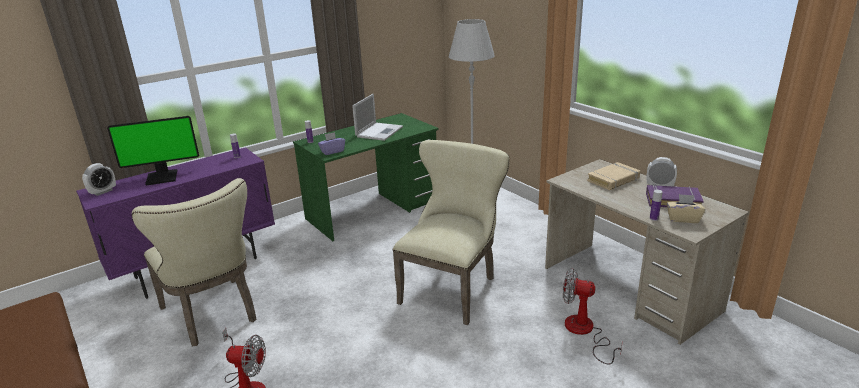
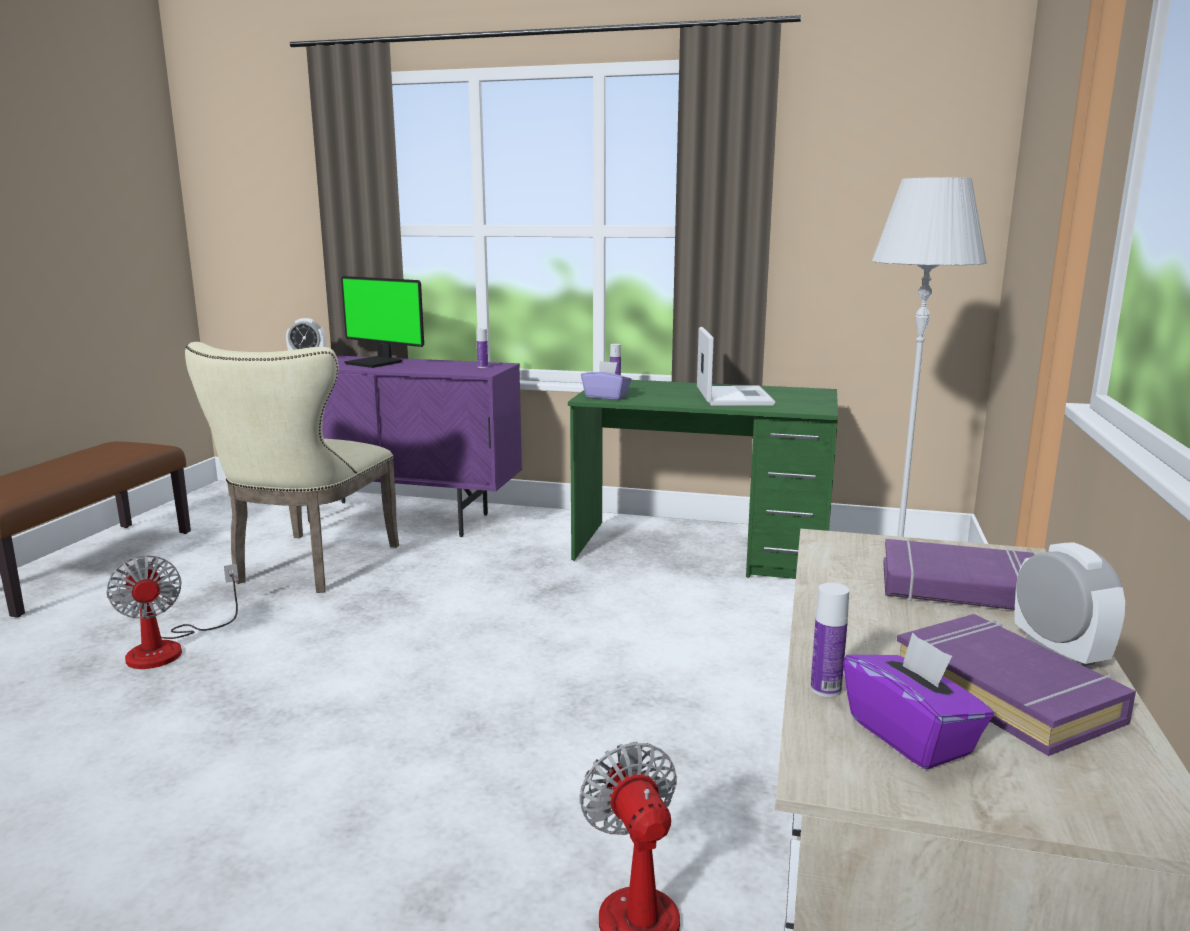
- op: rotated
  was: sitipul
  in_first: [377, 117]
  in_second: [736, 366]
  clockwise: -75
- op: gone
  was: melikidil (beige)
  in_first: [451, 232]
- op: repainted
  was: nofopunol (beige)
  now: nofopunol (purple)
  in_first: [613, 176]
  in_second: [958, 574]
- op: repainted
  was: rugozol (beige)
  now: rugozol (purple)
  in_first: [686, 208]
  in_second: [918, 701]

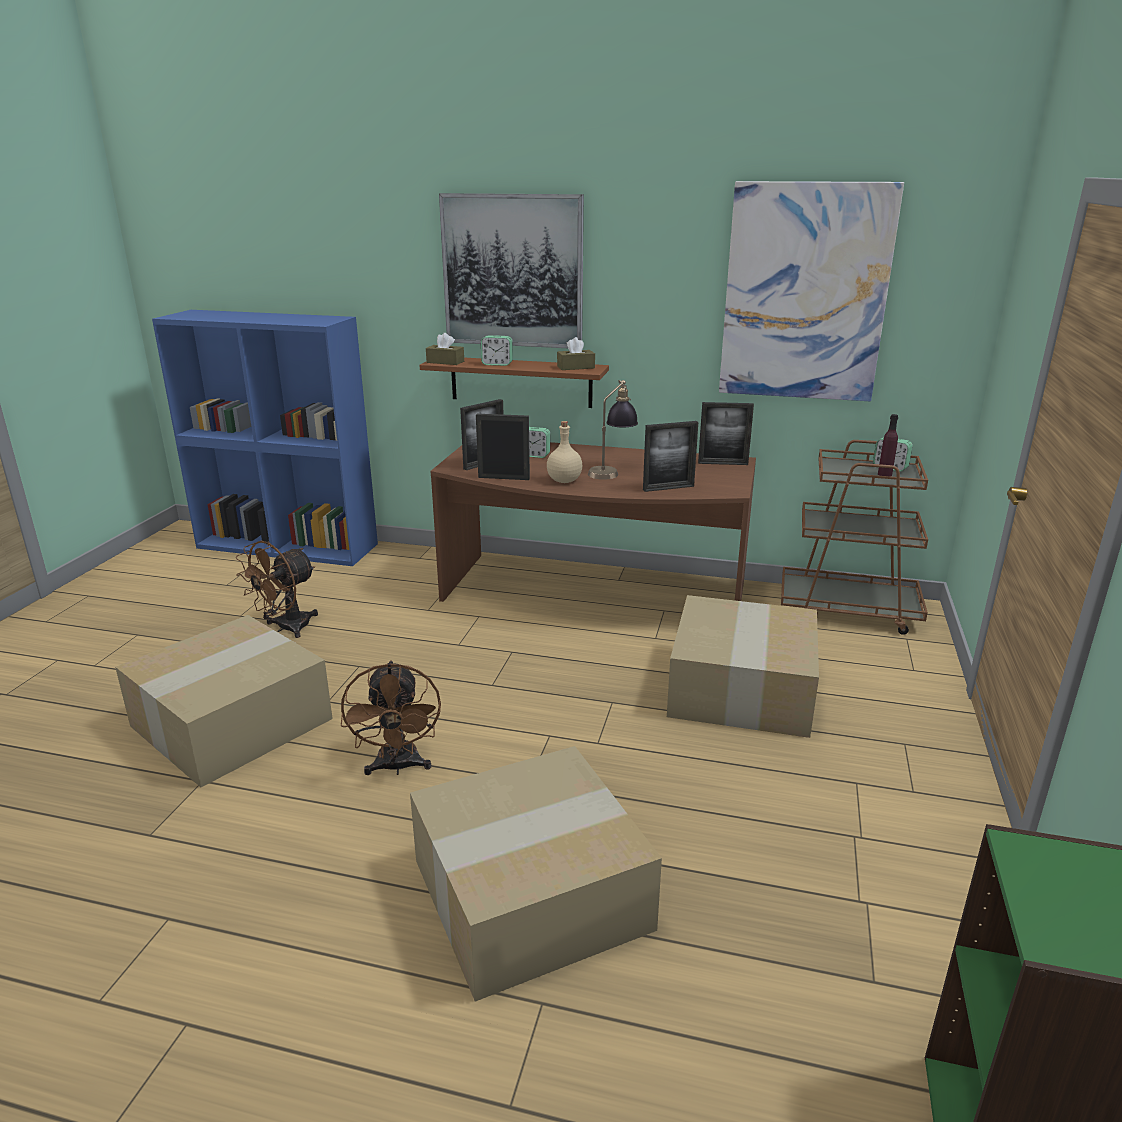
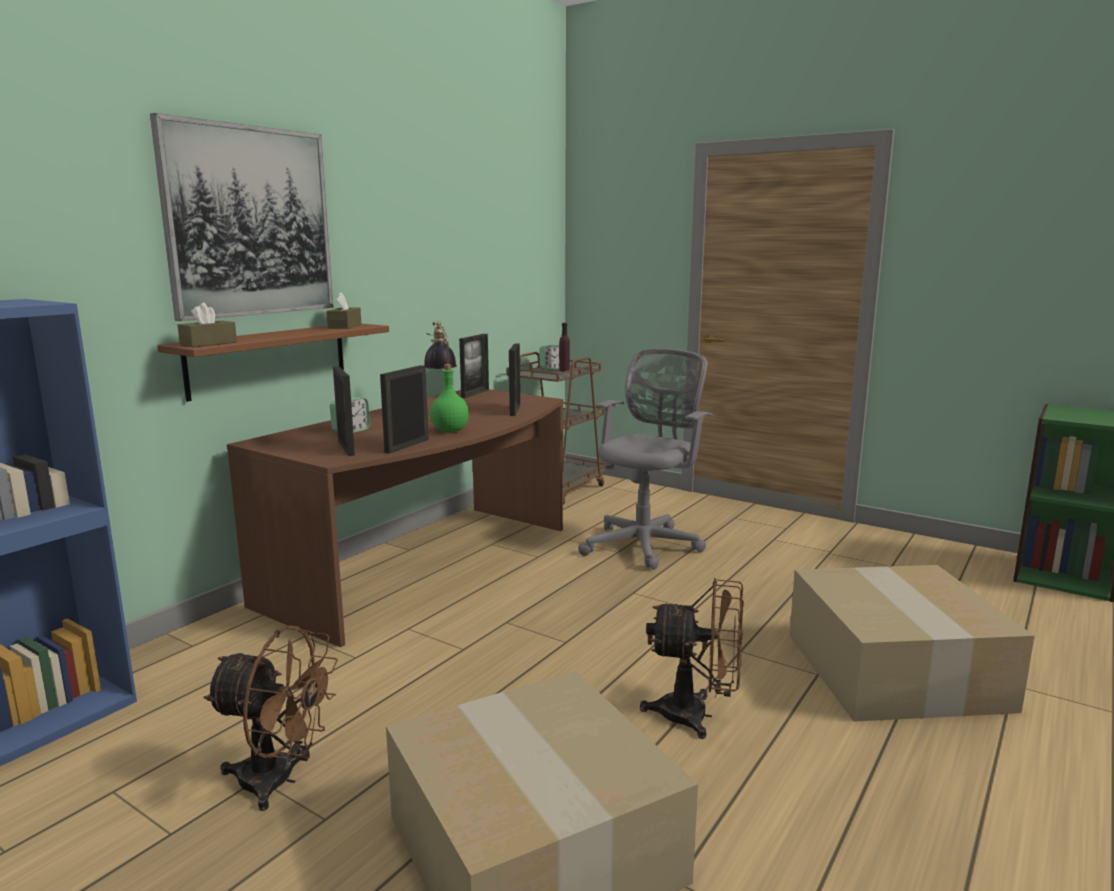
- op: rotated
  was: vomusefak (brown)
  in_first: [277, 589]
  in_second: [270, 718]
  clockwise: -45
- op: gone
  was: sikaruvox
  in_first: [497, 350]
- op: repainted
  was: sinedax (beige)
  now: sinedax (green)
  in_first: [564, 452]
  in_second: [449, 398]
- op: swapped
  was: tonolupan
  now: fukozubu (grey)
  in_first: [743, 666]
  in_second: [645, 459]
- op: gone
  was: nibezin
  in_first: [811, 291]

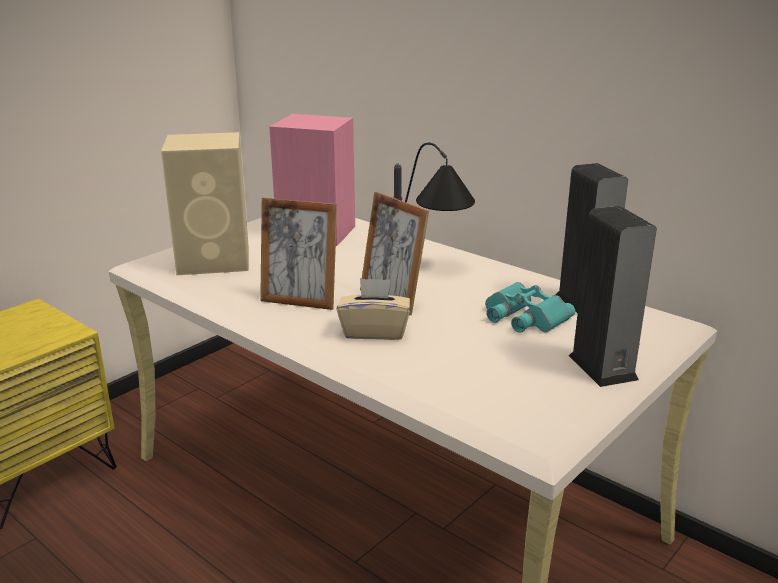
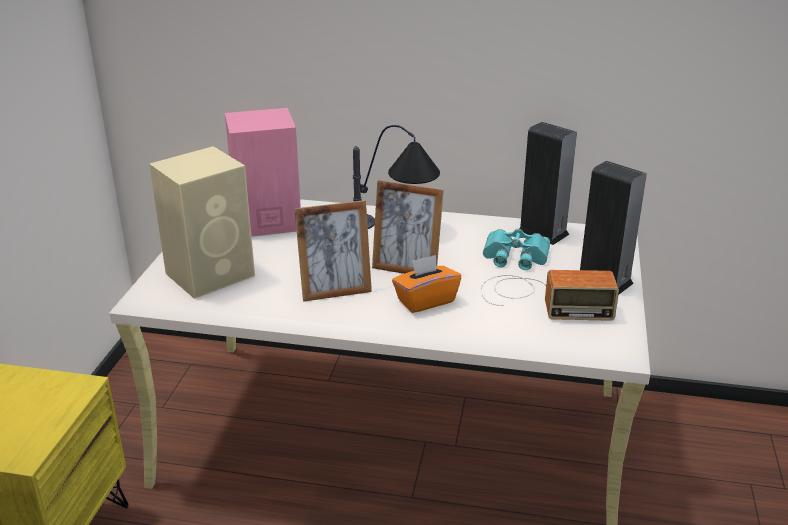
- op: repainted
  was: rugozol (beige)
  now: rugozol (orange)
  in_first: [373, 309]
  in_second: [426, 284]
- op: new
  now: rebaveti
  in_second: [550, 295]

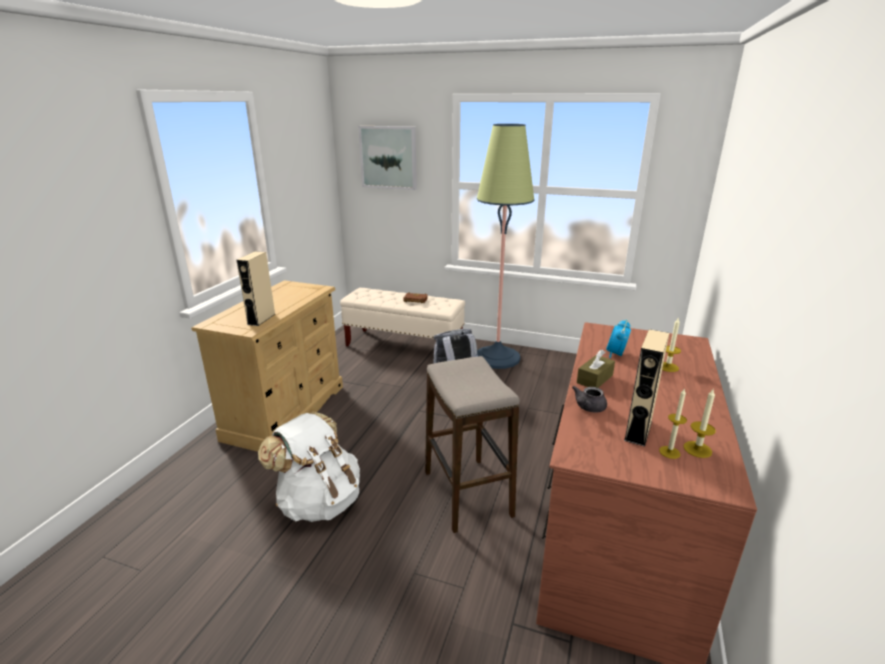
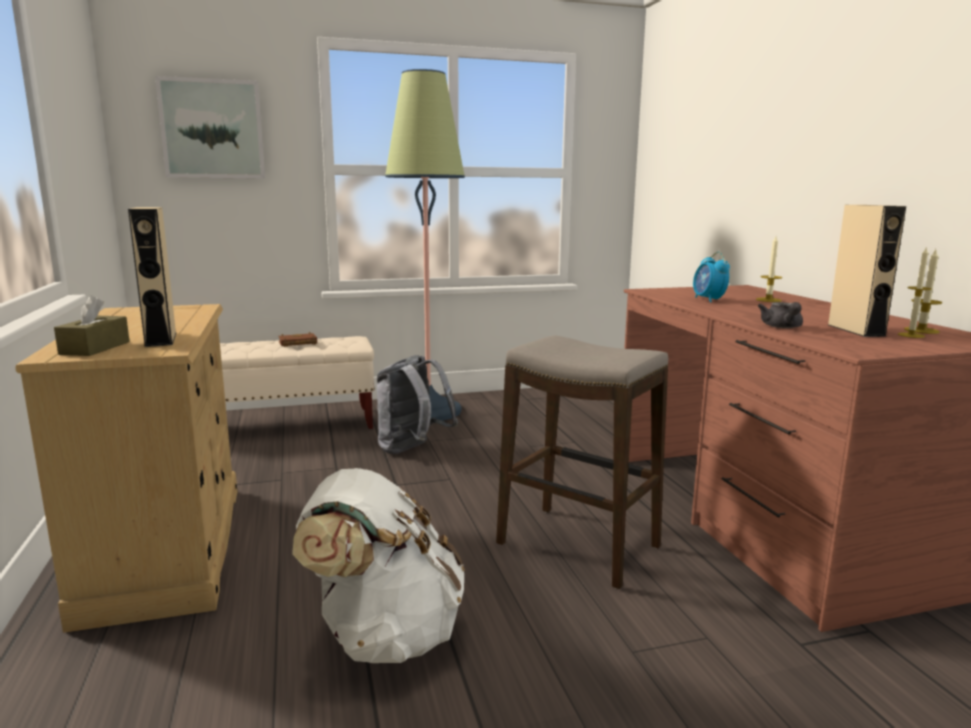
- op: shifted
  was: rugozol (brown)
  in_first: [596, 369]
  in_second: [92, 325]

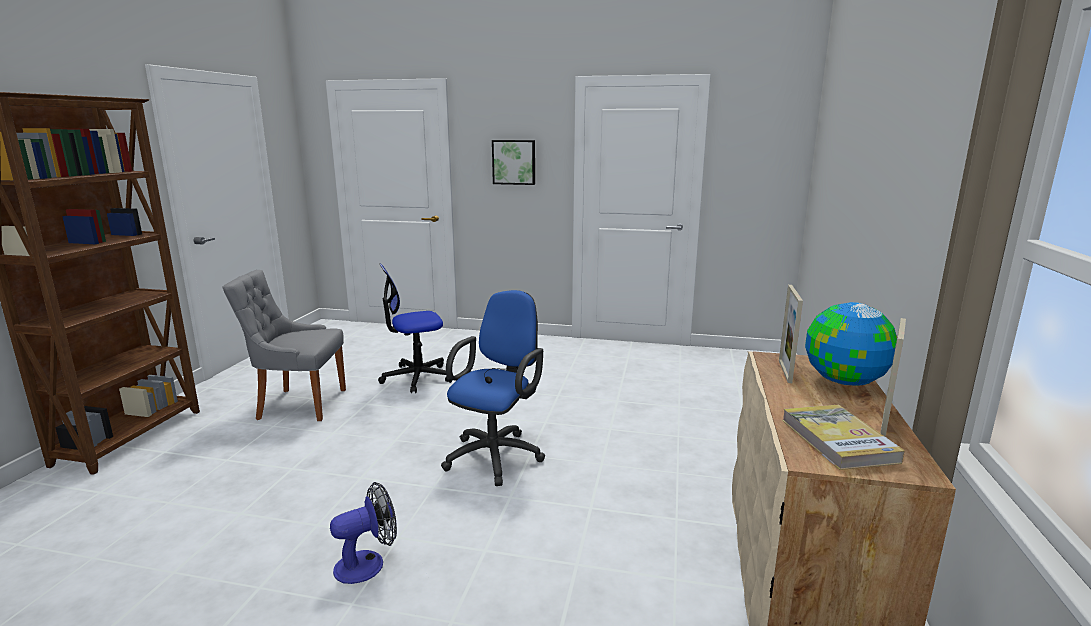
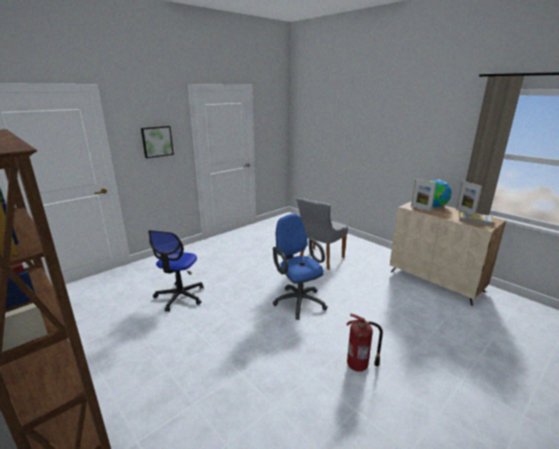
- op: shifted
  was: melikidil (grey)
  in_first: [284, 345]
  in_second: [322, 234]
- op: swapped
  was: vomusefak
  now: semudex
  in_first: [363, 533]
  in_second: [365, 343]

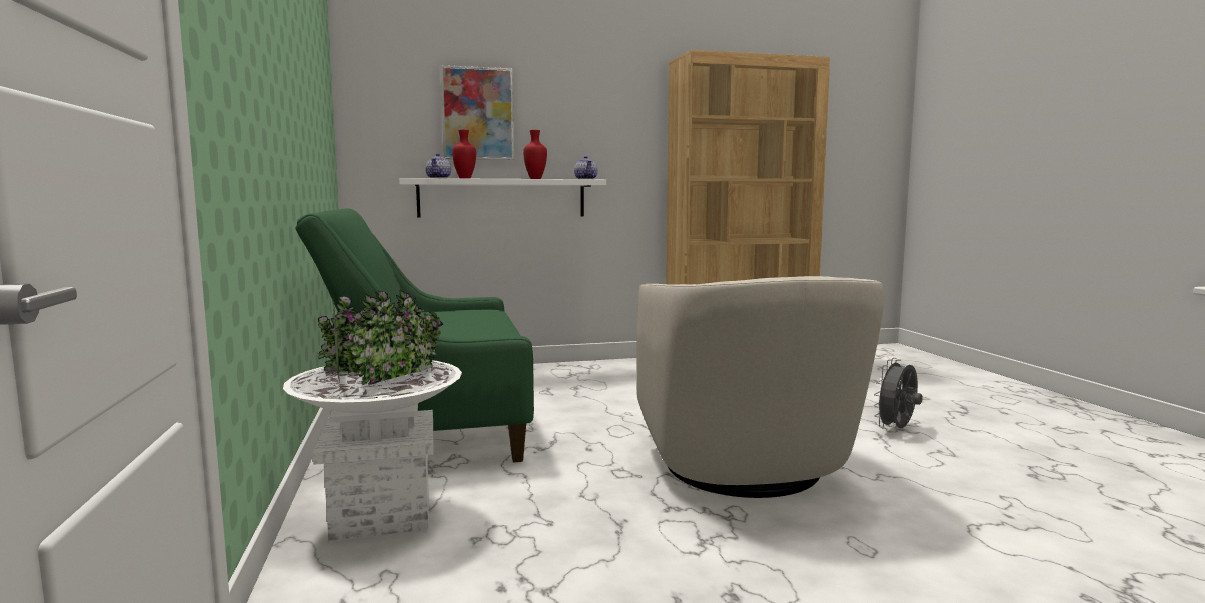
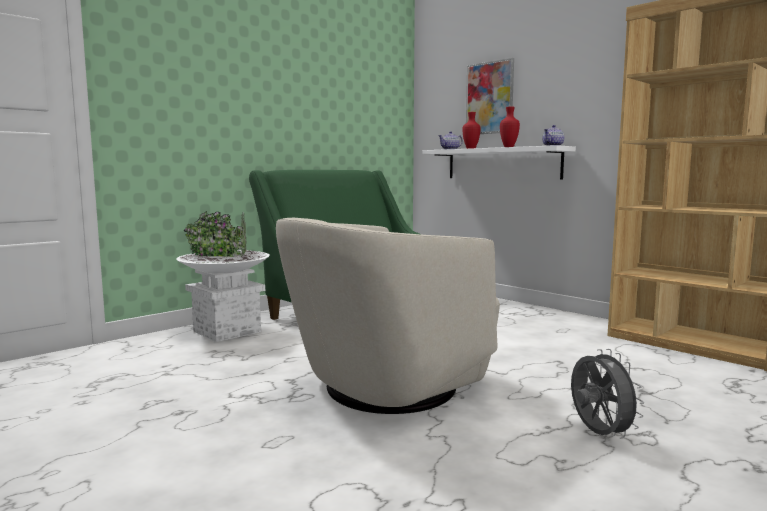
- op: rotated
  was: vomusefak (grey)
  in_first: [898, 394]
  in_second: [607, 394]
  clockwise: 60

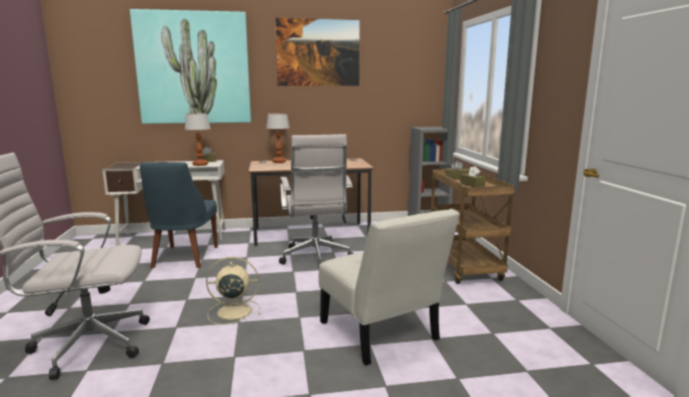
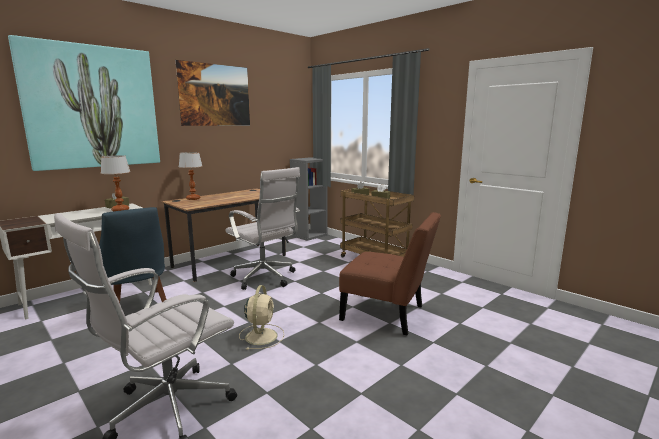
- op: rotated
  was: vomusefak (beige)
  in_first: [233, 291]
  in_second: [261, 317]
  clockwise: 135
- op: repainted
  was: melikidil (white)
  now: melikidil (brown)
  in_first: [389, 287]
  in_second: [390, 273]

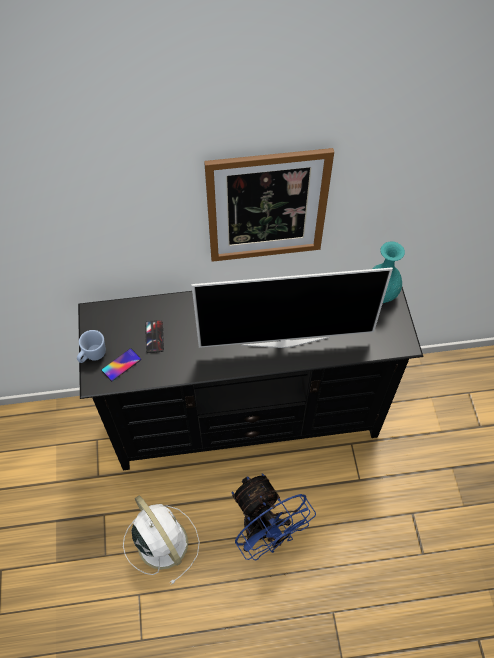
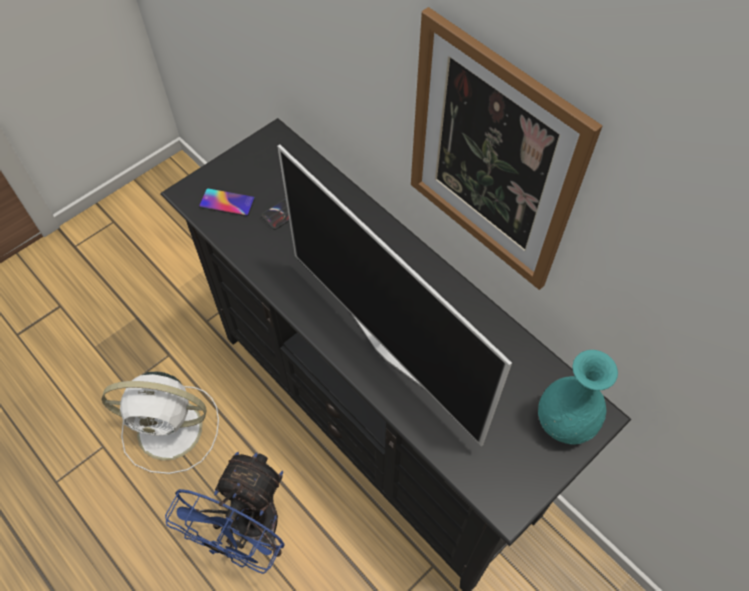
- op: gone
  was: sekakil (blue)
  in_first: [91, 346]
- op: rotated
  was: vomusefak (white)
  in_first: [161, 540]
  in_second: [160, 423]
  clockwise: 75

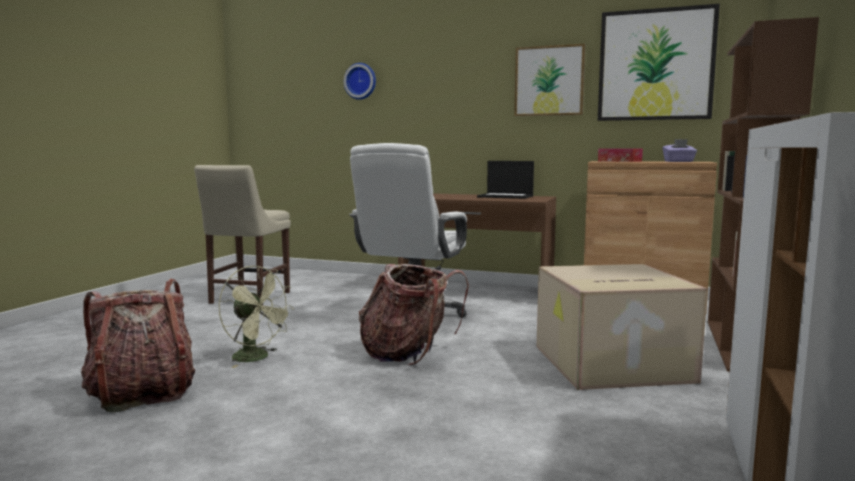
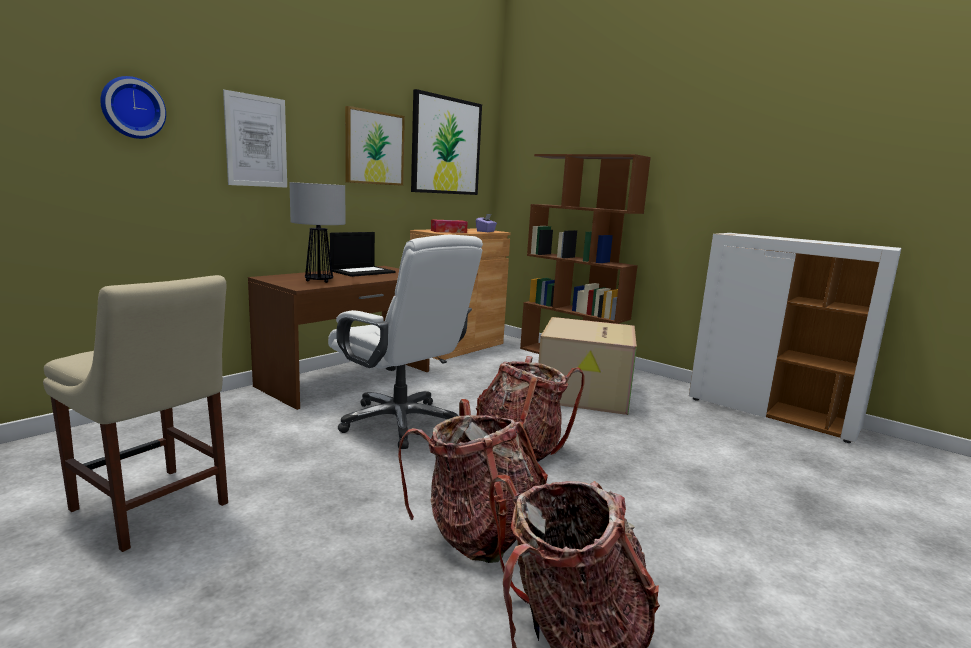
- op: swapped
  was: vomusefak (green)
  now: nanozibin
  in_first: [256, 317]
  in_second: [473, 481]
- op: new
  now: nibezin
  in_second: [255, 139]
- op: new
  now: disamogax
  in_second: [317, 232]

